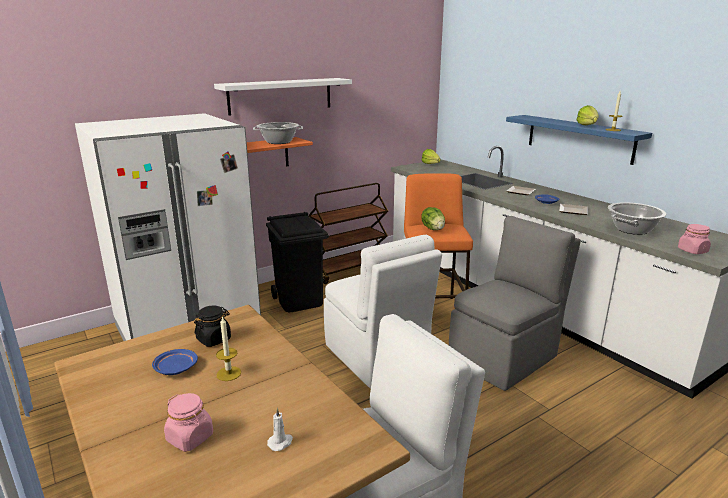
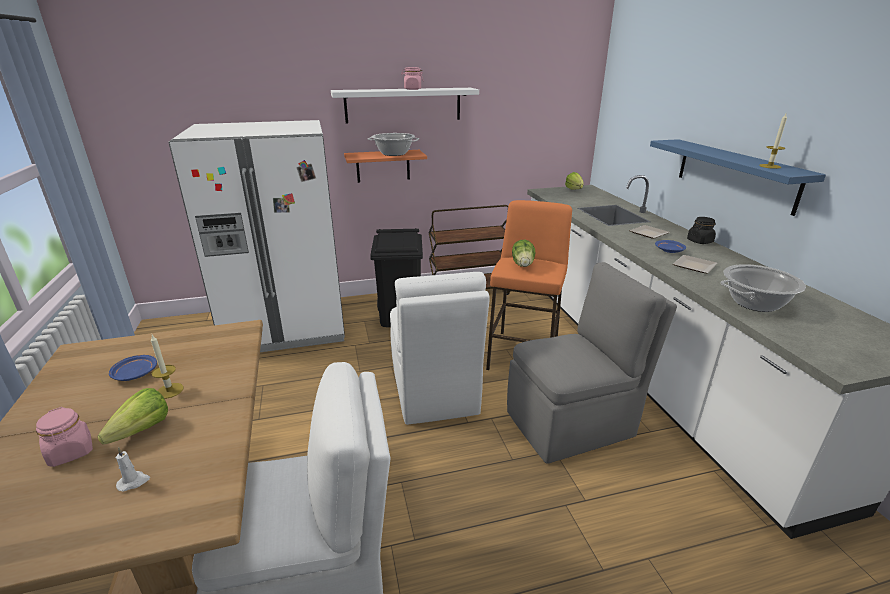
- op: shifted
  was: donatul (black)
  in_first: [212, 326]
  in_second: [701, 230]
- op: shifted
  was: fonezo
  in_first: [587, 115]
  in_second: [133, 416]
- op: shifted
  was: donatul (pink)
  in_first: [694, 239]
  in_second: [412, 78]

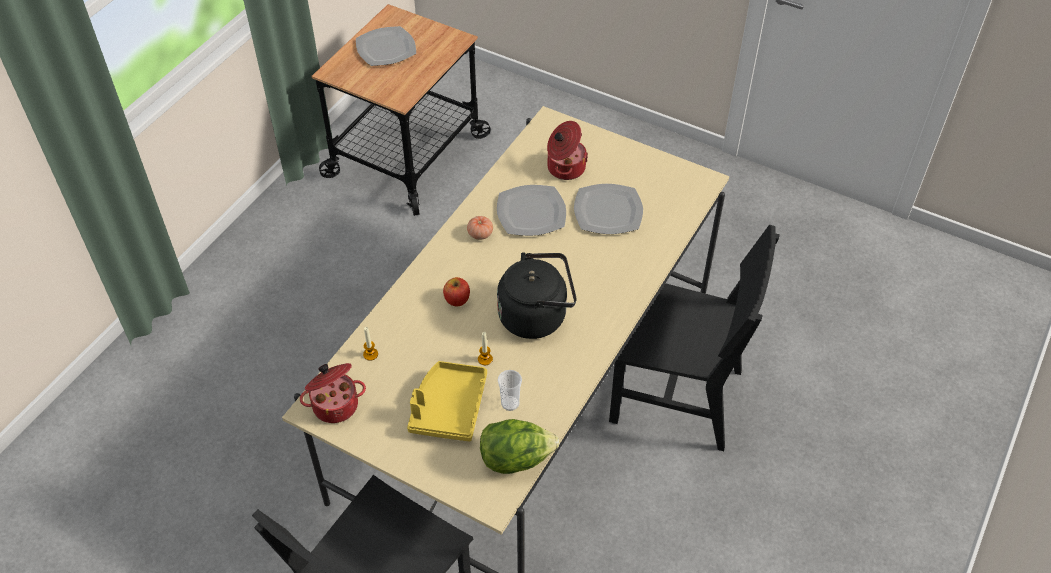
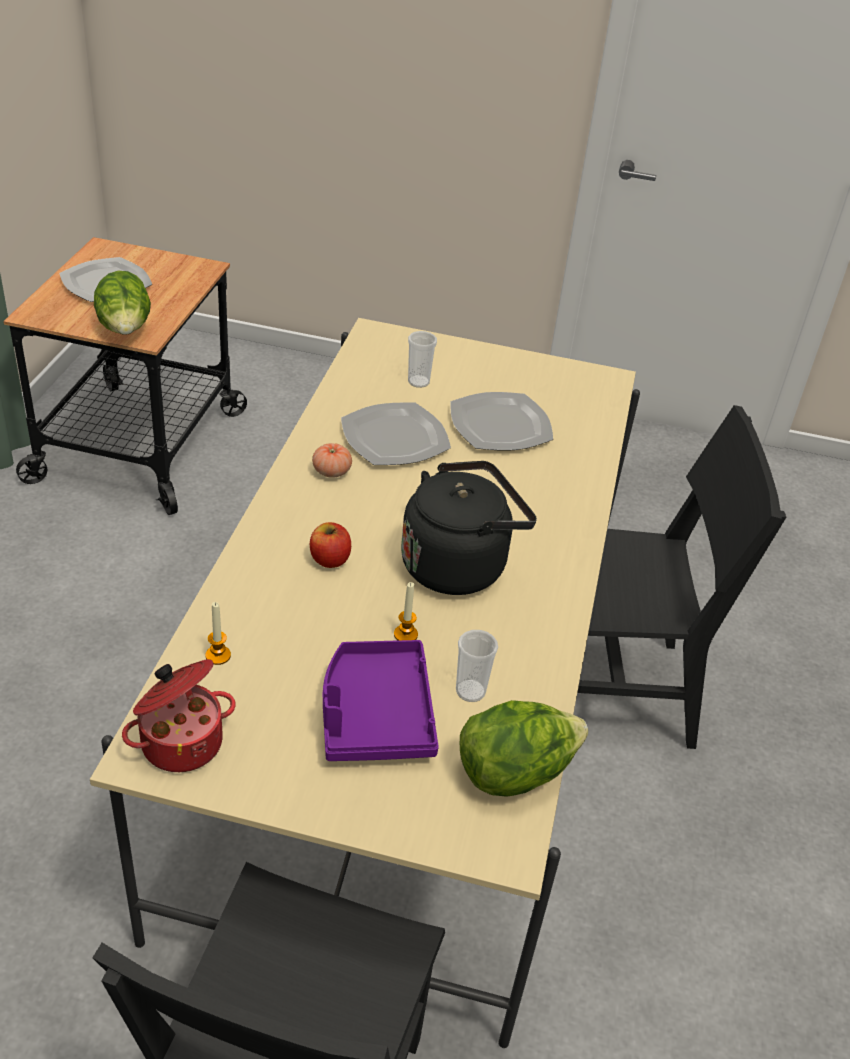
- op: repainted
  was: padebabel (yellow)
  now: padebabel (purple)
  in_first: [447, 401]
  in_second: [381, 700]
- op: swapped
  was: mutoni
  now: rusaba
  in_first: [567, 150]
  in_second: [422, 359]
- op: new
  now: fonezo
  in_second: [122, 303]

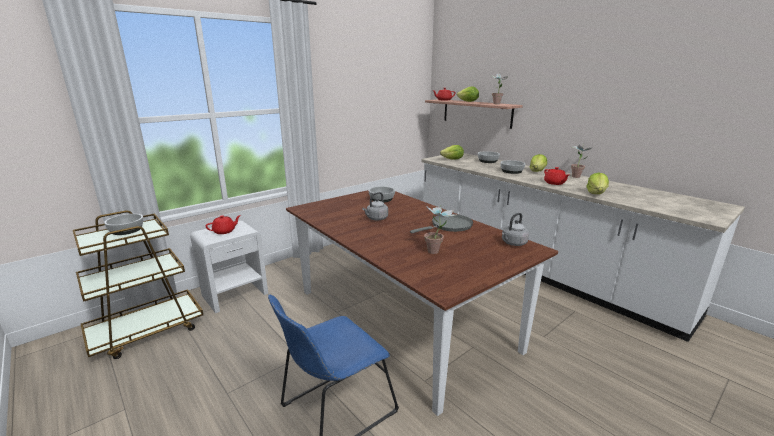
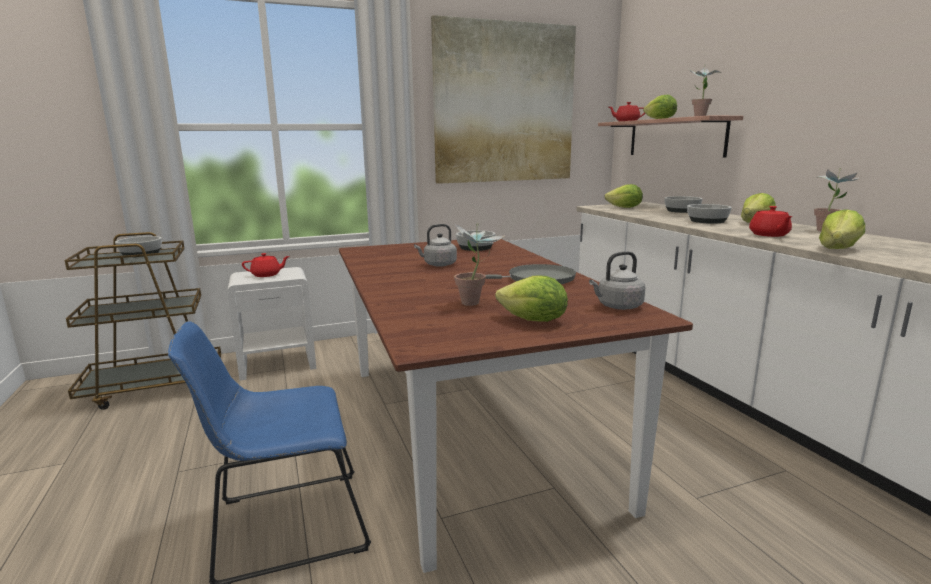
- op: new
  now: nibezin
  in_second: [503, 99]
- op: new
  now: fonezo
  in_second: [531, 299]

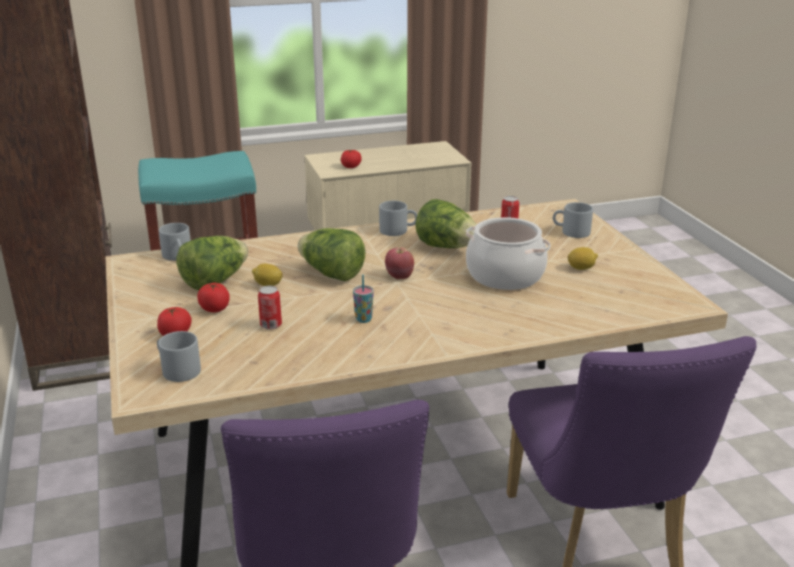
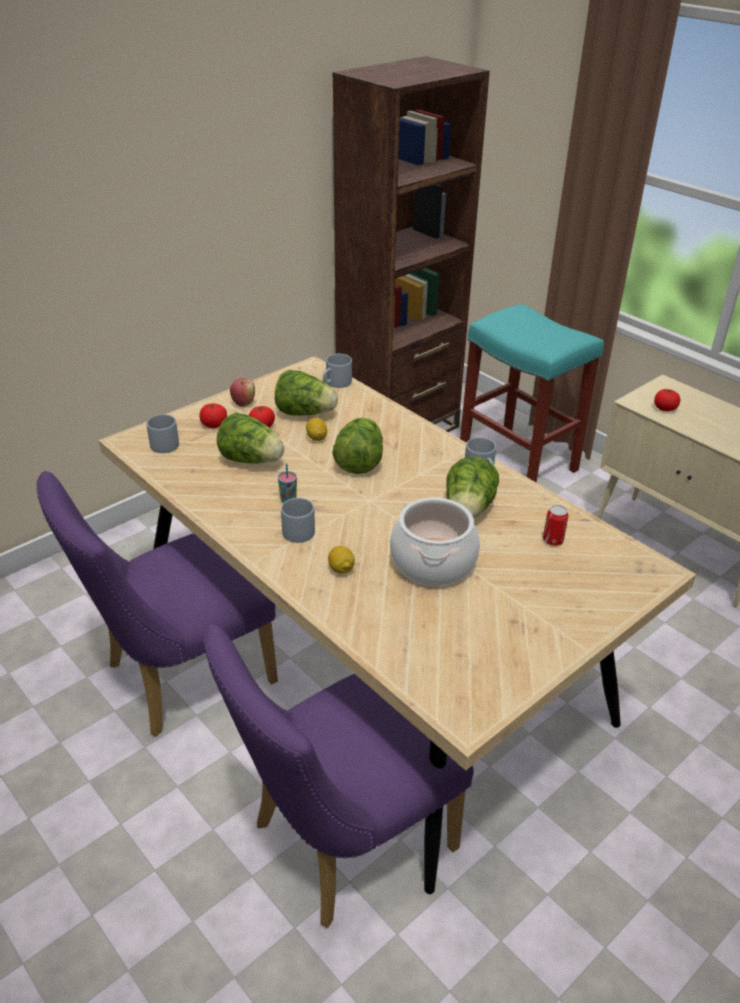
- op: swapped
  was: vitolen
  now: fonezo
  in_first: [270, 307]
  in_second: [250, 438]
- op: shifted
  was: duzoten
  in_first: [399, 263]
  in_second: [242, 392]
- op: shifted
  was: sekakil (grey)
  in_first: [573, 220]
  in_second: [298, 520]
- op: shifted
  was: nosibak
  in_first: [582, 258]
  in_second: [341, 560]

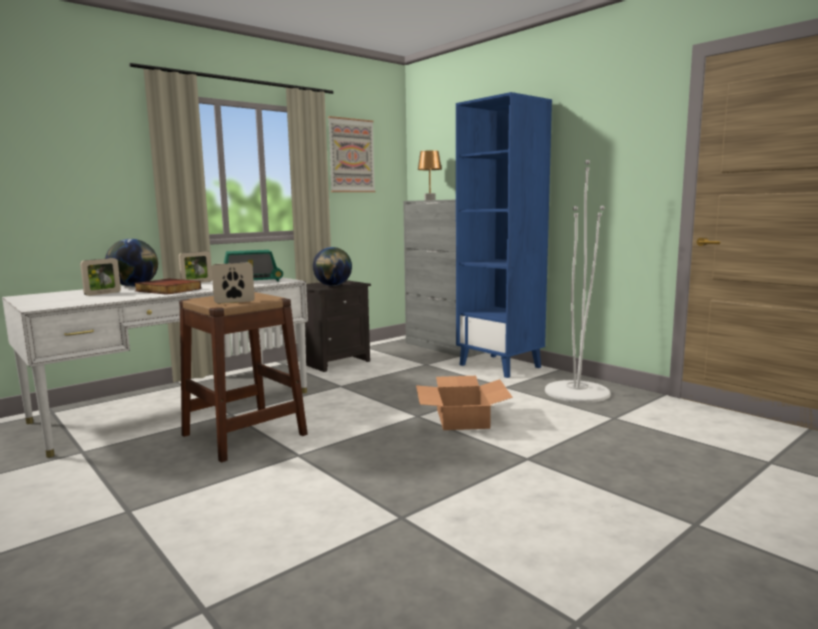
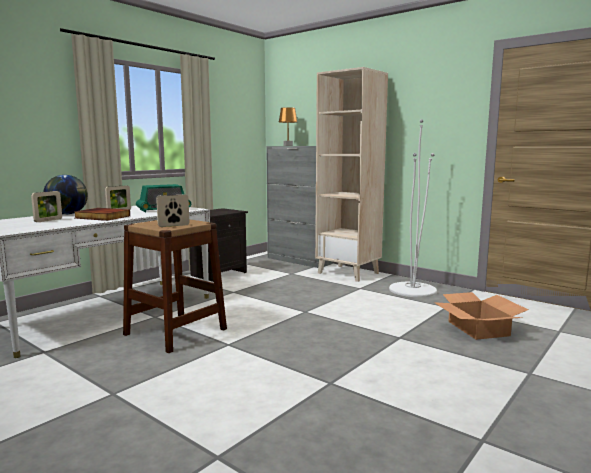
- op: gone
  was: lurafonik
  in_first: [332, 266]
- op: gone
  was: nibezin
  in_first: [351, 154]
- op: shifted
  was: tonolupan
  in_first: [464, 403]
  in_second: [481, 316]
- op: repainted
  was: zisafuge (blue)
  now: zisafuge (beige)
  in_first: [504, 235]
  in_second: [351, 174]

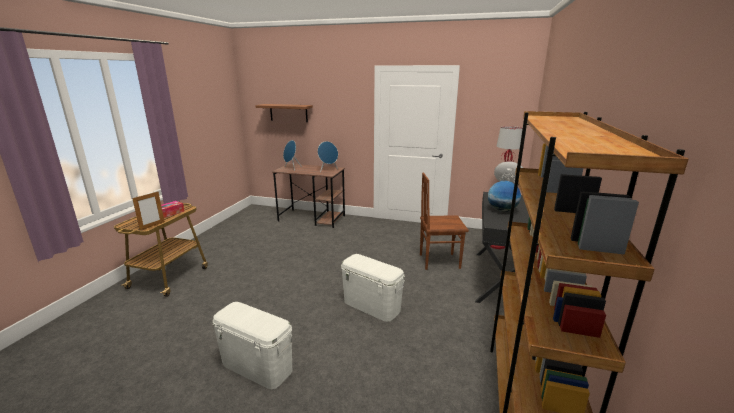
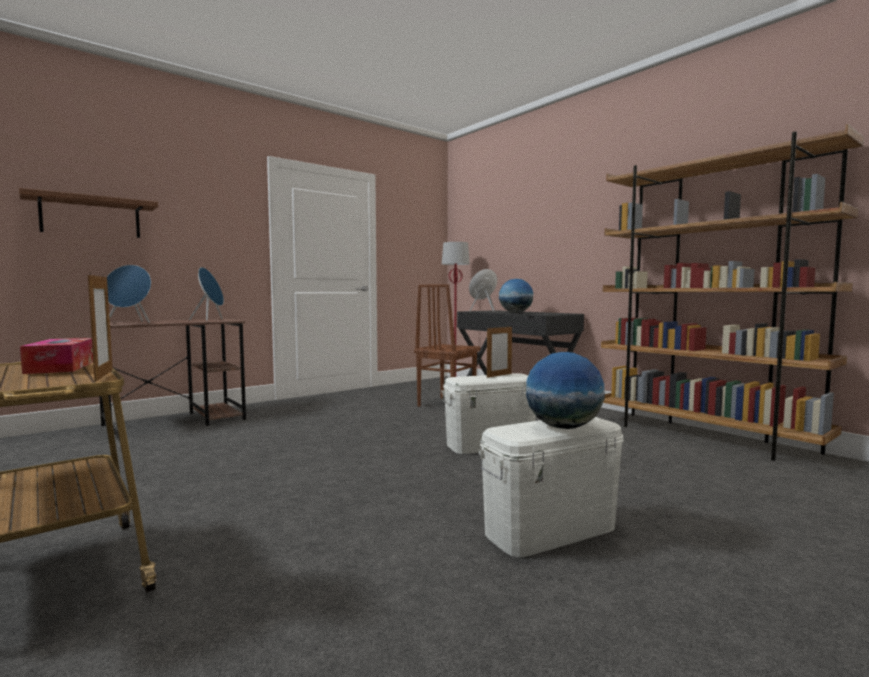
- op: new
  now: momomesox
  in_second: [499, 351]
- op: new
  now: lurafonik
  in_second: [565, 390]

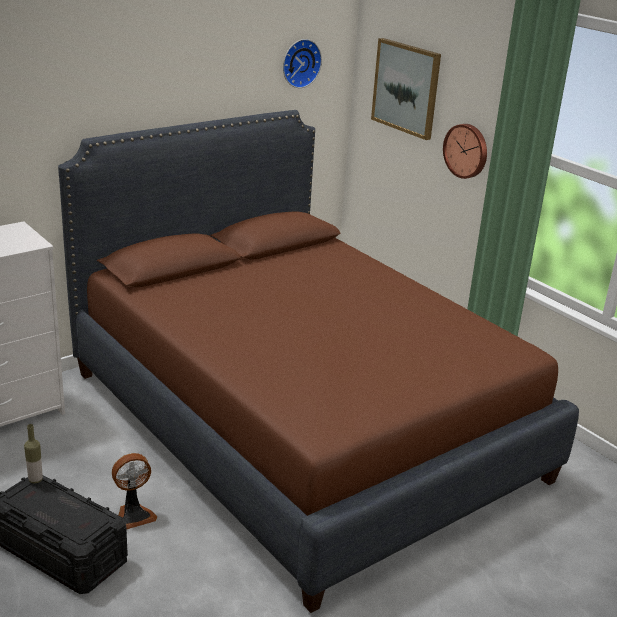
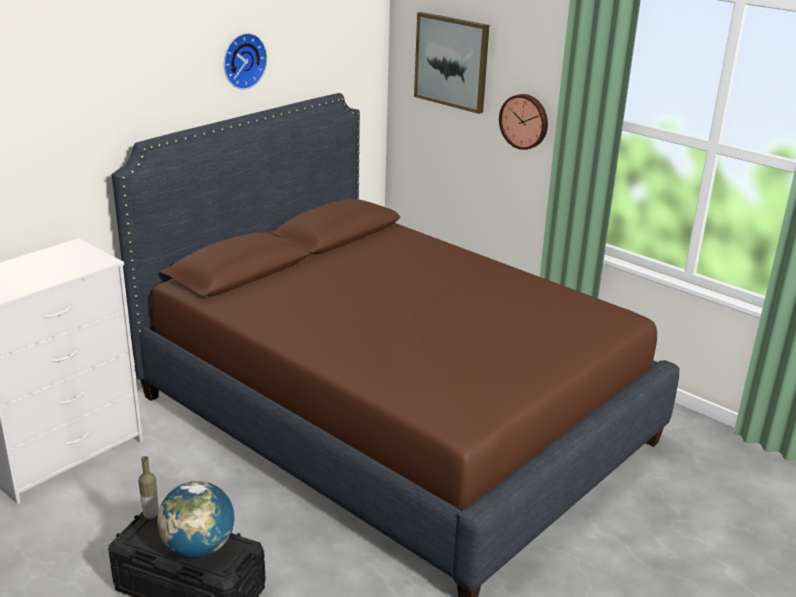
- op: gone
  was: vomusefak
  in_first: [134, 491]
- op: shifted
  was: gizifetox
  in_first: [302, 63]
  in_second: [245, 61]
- op: new
  now: lurafonik
  in_second: [195, 519]

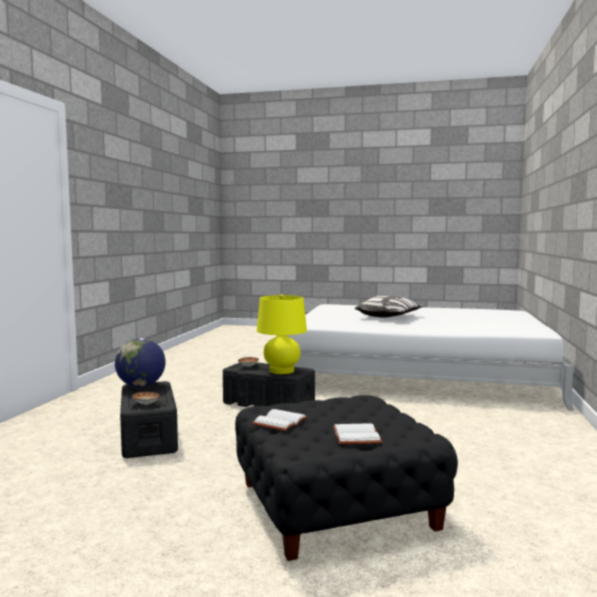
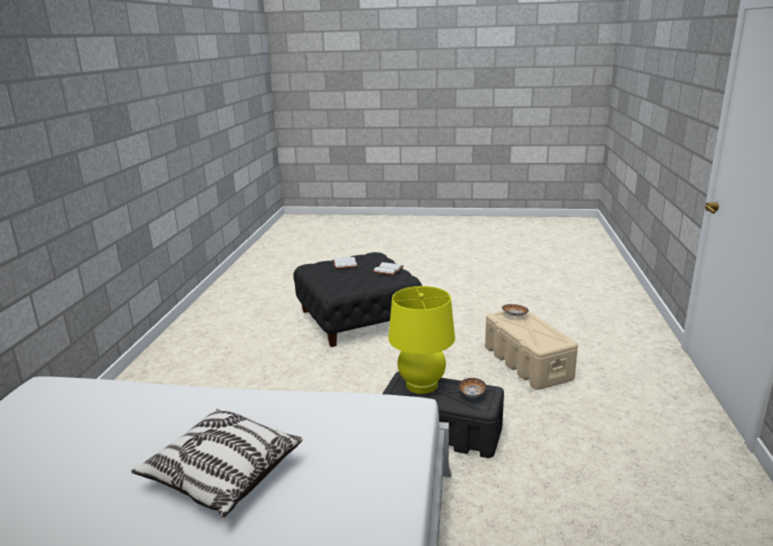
- op: gone
  was: lurafonik
  in_first: [140, 362]
- op: repainted
  was: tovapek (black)
  now: tovapek (beige)
  in_first: [149, 419]
  in_second: [531, 350]

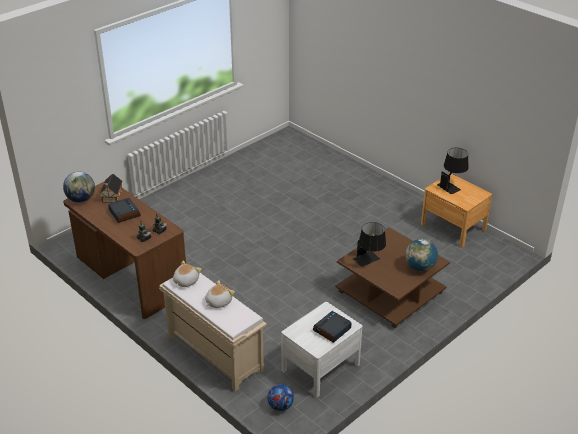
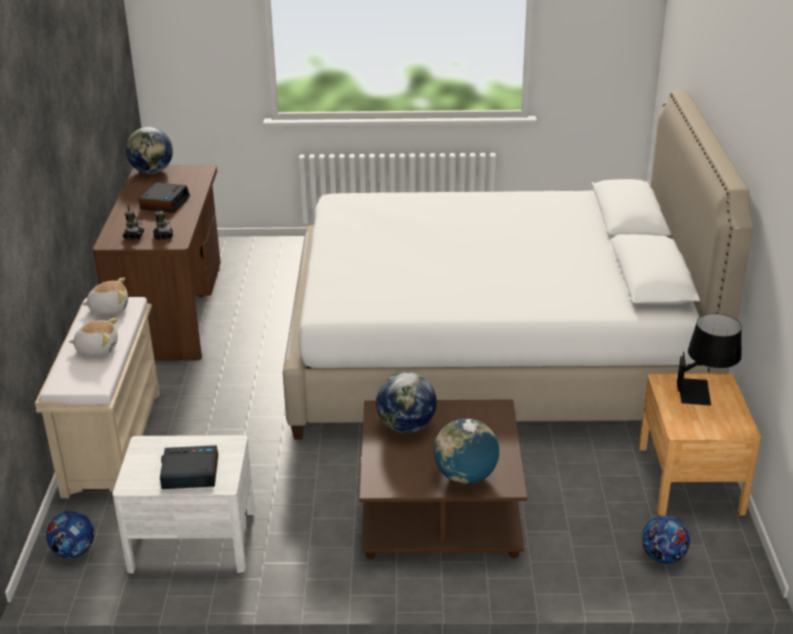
- op: gone
  was: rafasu
  in_first: [110, 188]
- op: swapped
  was: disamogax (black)
  now: lurafonik
  in_first: [369, 244]
  in_second: [406, 402]
- op: new
  now: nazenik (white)
  in_second: [518, 265]
- op: new
  now: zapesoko
  in_second: [666, 540]

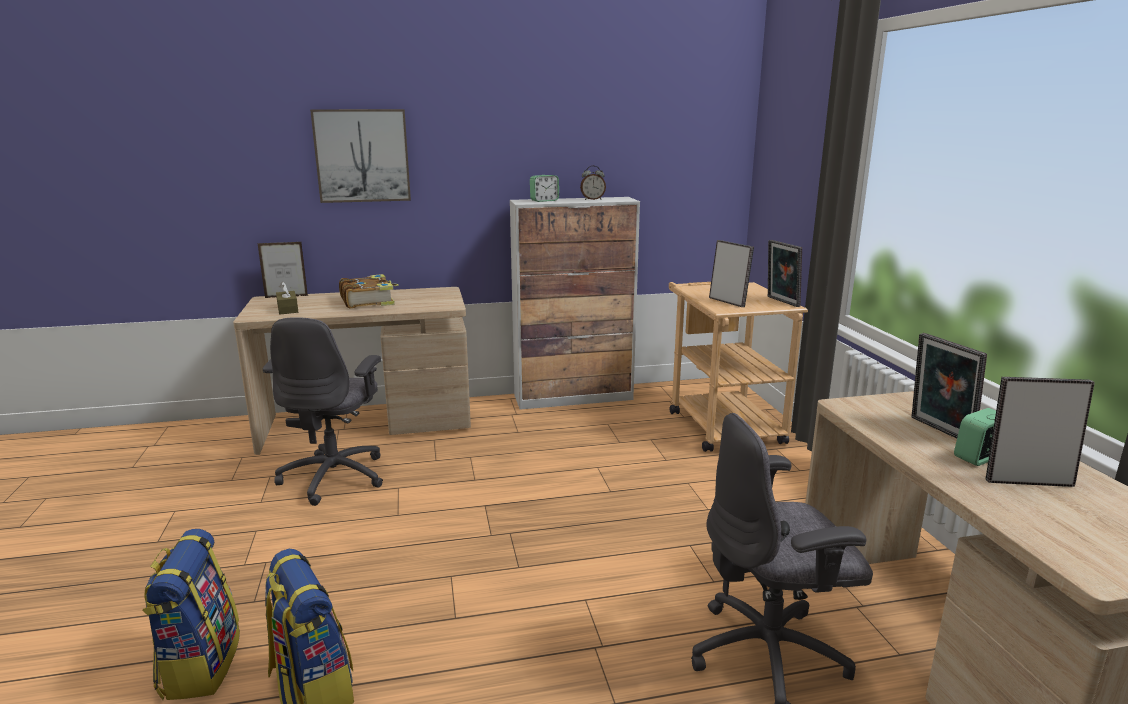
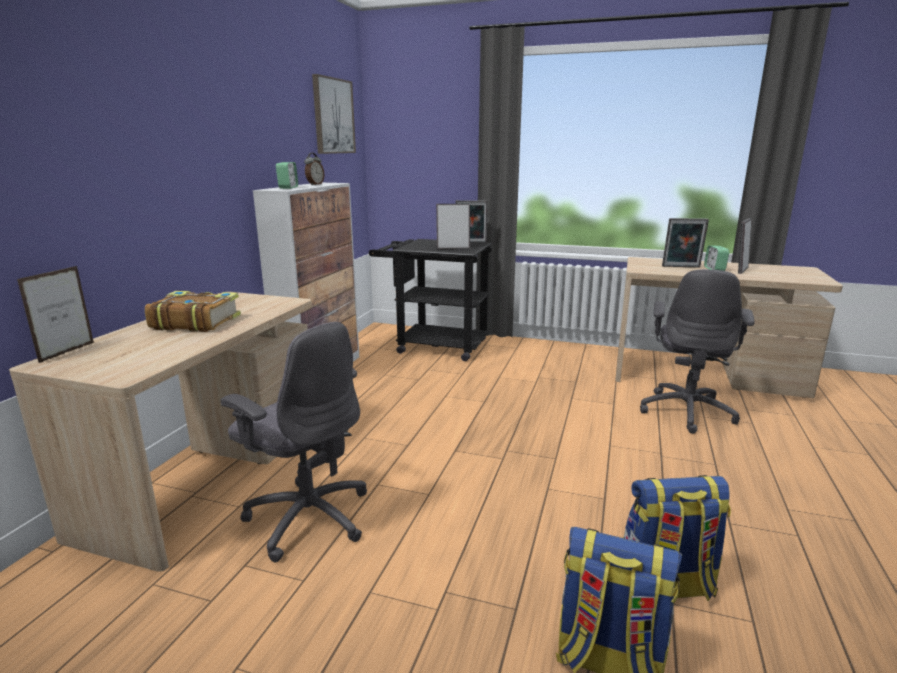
- op: gone
  was: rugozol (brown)
  in_first: [287, 297]
- op: shifted
  was: nibezin
  in_first: [360, 156]
  in_second: [334, 114]
- op: repainted
  was: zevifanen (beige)
  now: zevifanen (black)
  in_first: [738, 367]
  in_second: [430, 300]

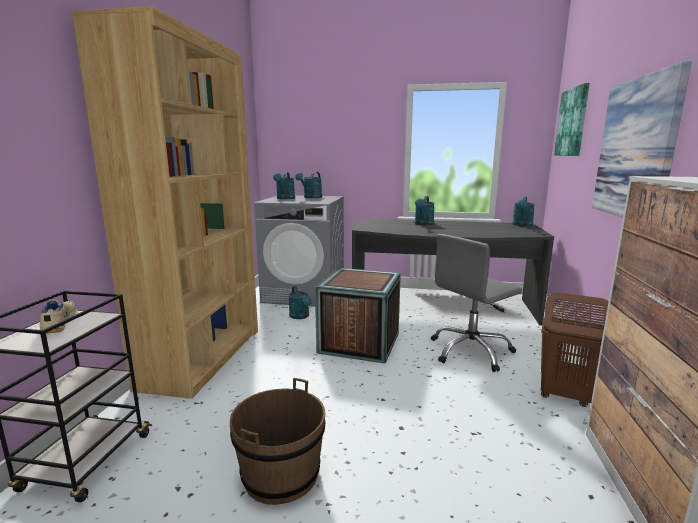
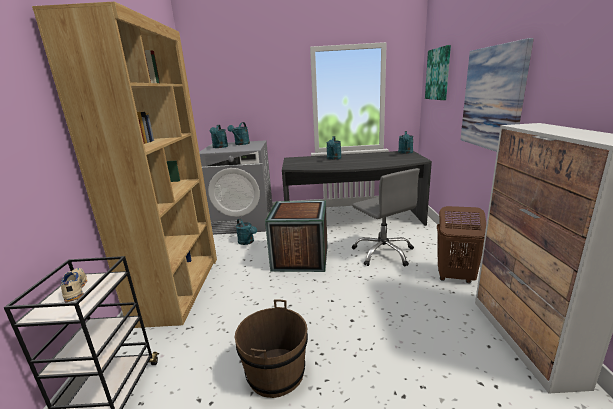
- op: rotated
  was: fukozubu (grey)
  in_first: [476, 303]
  in_second: [386, 217]
  clockwise: -75

